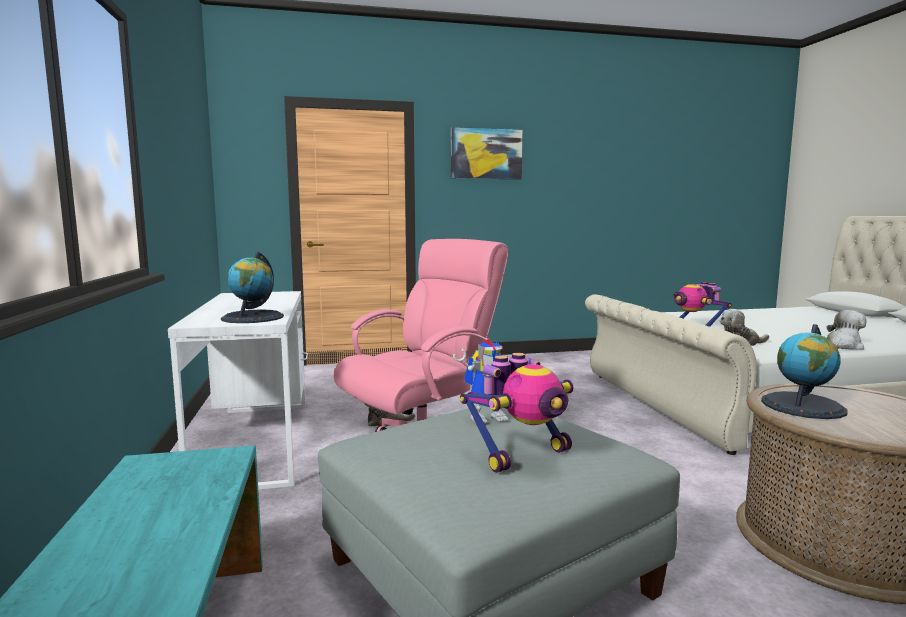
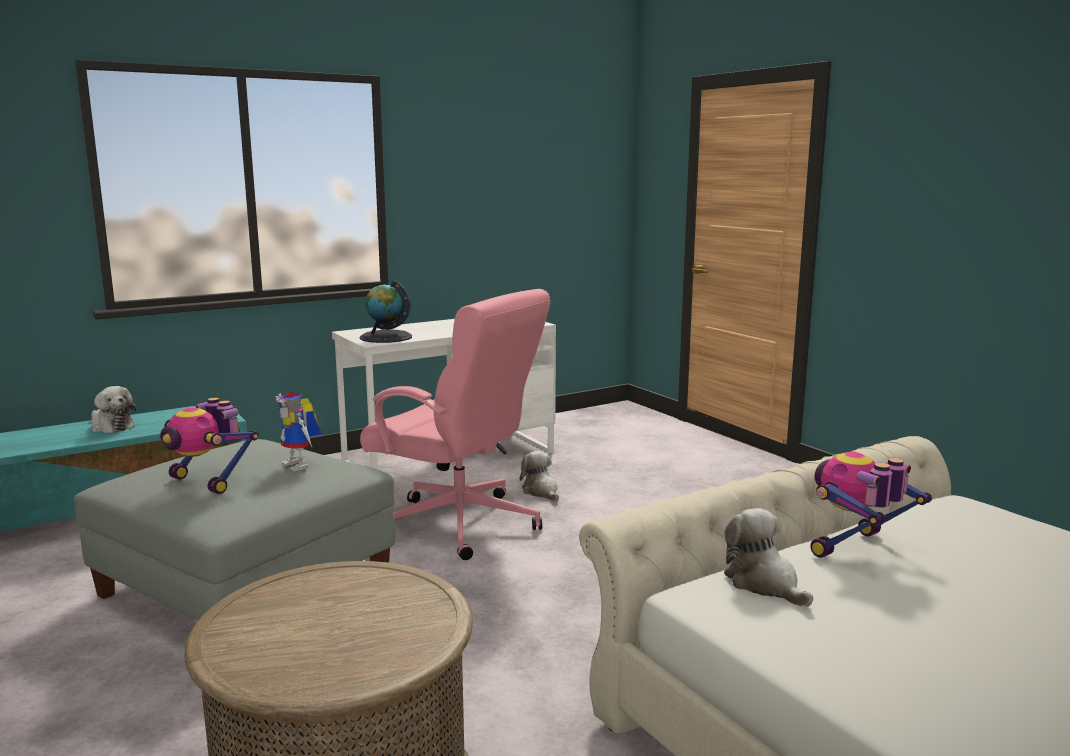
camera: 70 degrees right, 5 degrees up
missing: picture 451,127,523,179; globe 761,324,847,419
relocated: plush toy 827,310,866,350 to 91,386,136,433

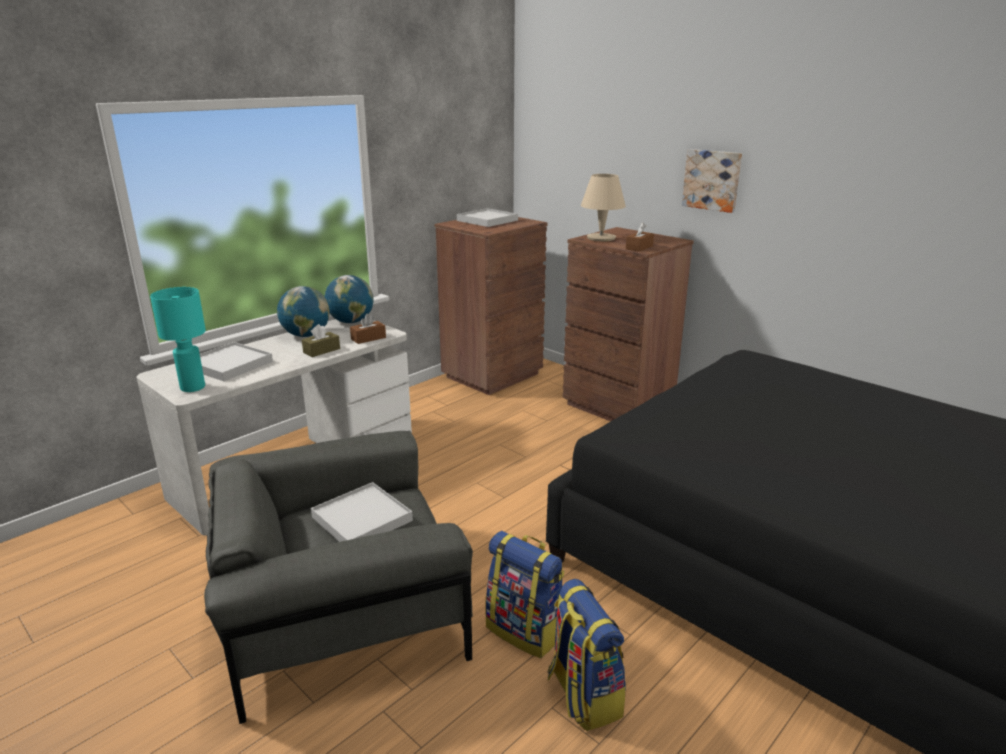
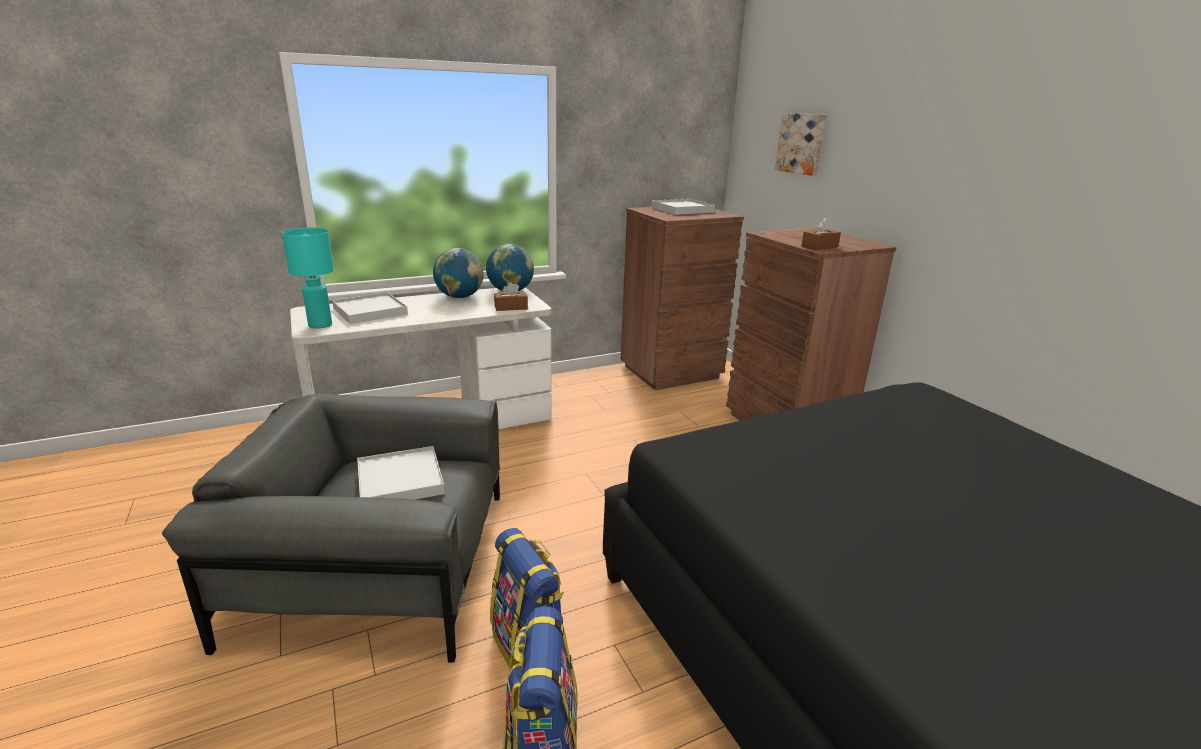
camera: 20 degrees right, 0 degrees up
missing: table lamp (beige) 581,174,626,241; tissue box (brown) 302,324,340,357
relocated: picture 682,149,742,213 to 775,113,826,176

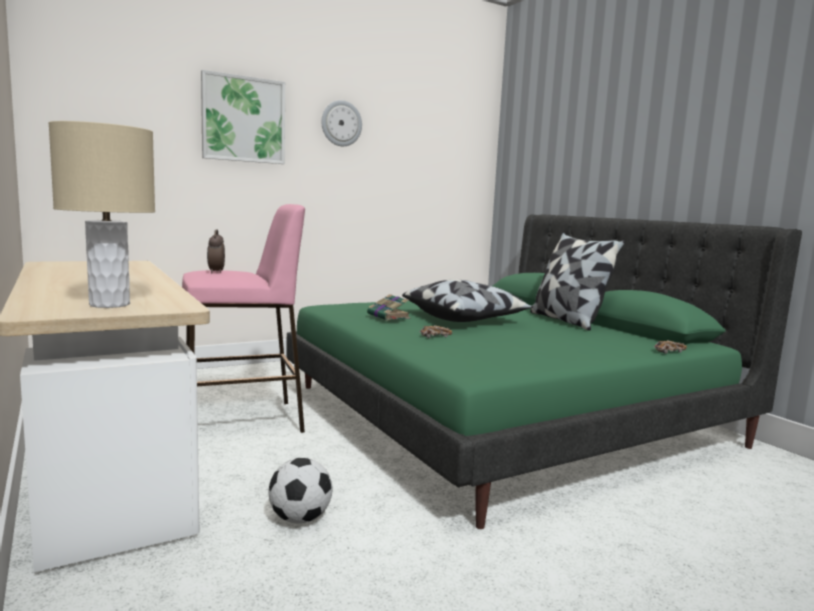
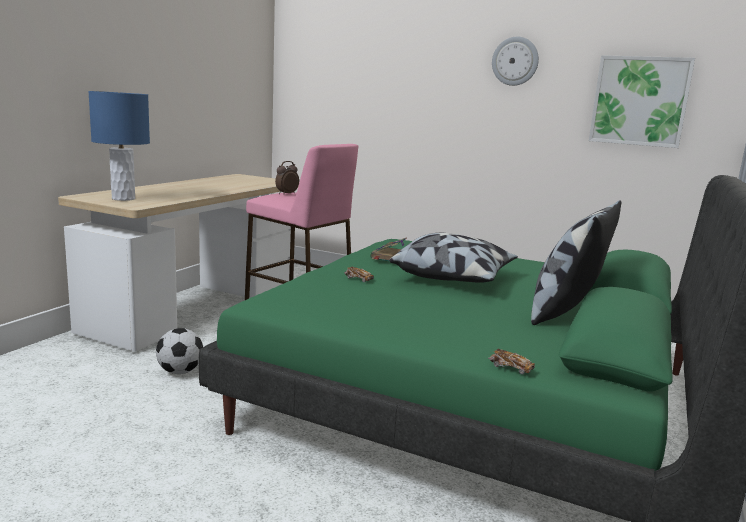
camera: 55 degrees right, 5 degrees up
relocated: picture 201,70,285,164 to 589,55,695,148
colour: table lamp (beige) 48,121,155,308 to table lamp (blue) 88,91,150,201

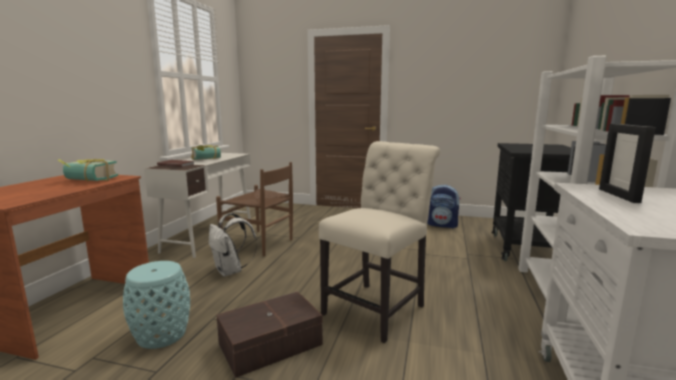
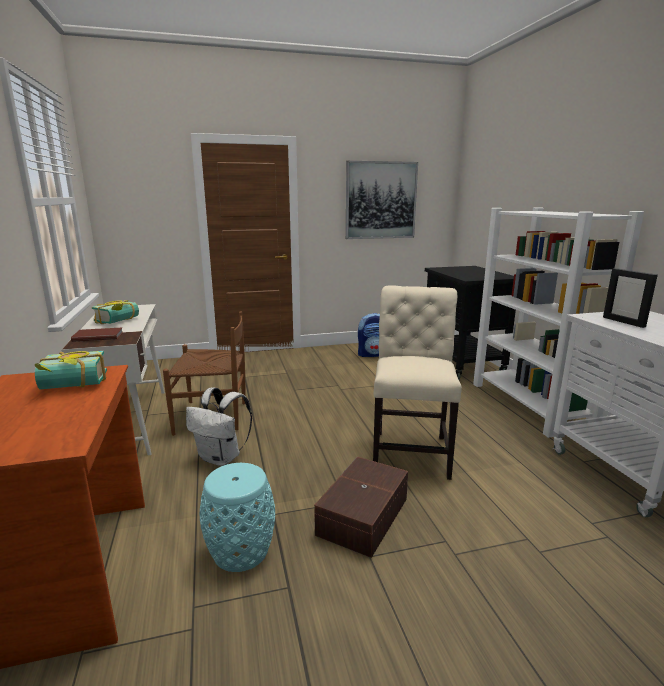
camera: 30 degrees left, 5 degrees up
appeared: picture 346,161,418,239

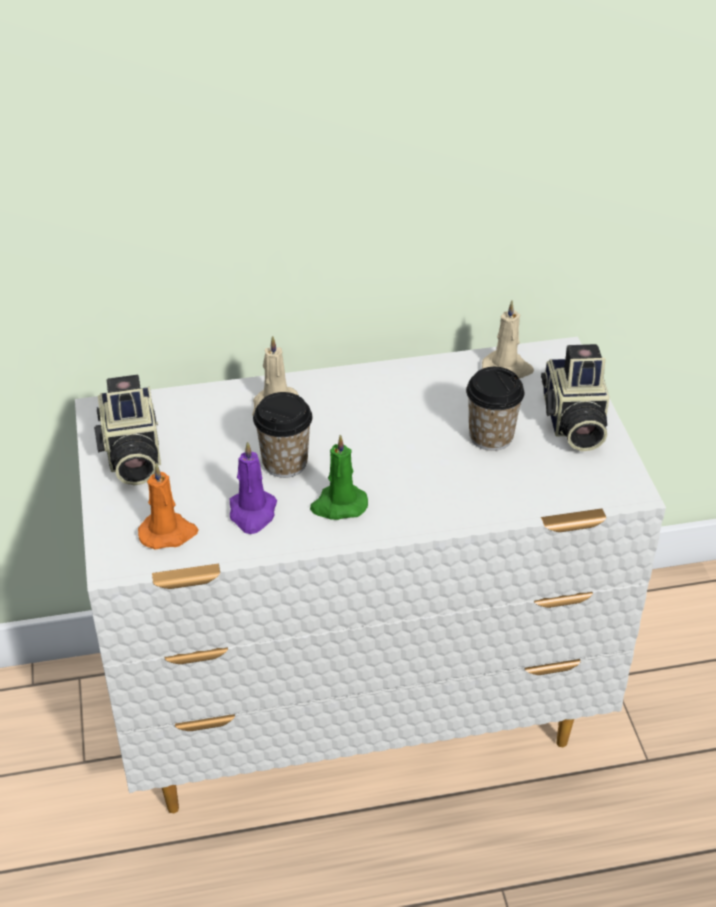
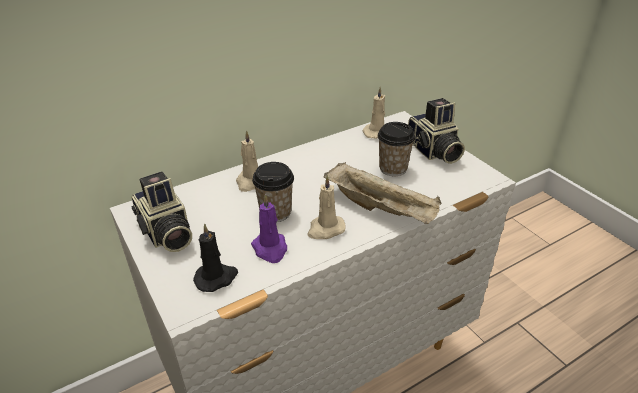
camera: 20 degrees left, 5 degrees down
appeared: tray (beige) 324,162,441,224
colour: candle (green) 310,435,368,520 to candle (beige) 307,176,346,239; candle (orange) 138,463,199,550 to candle (black) 193,224,238,292

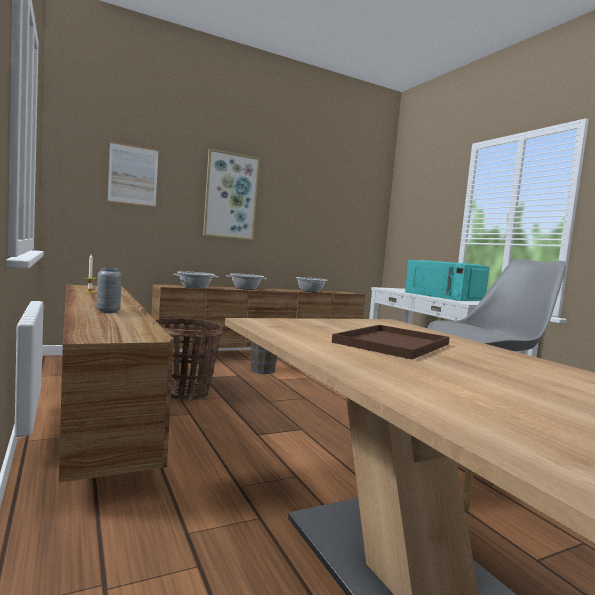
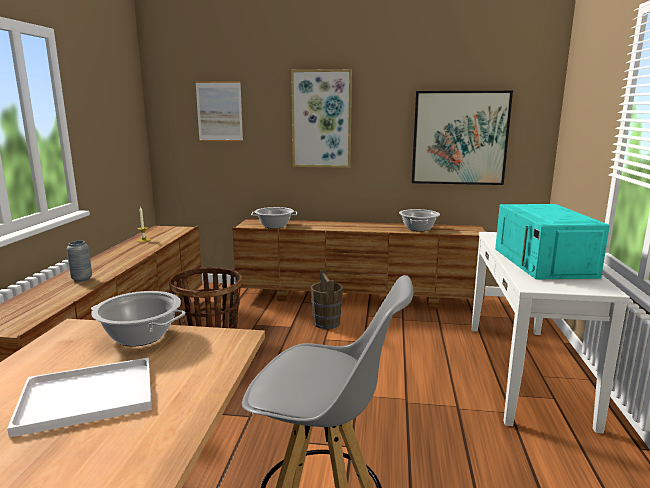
camera: 35 degrees right, 10 degrees up
appeared: picture 412,91,513,185
relocated: cooking pot 226,273,267,290 to 91,291,186,347
colour: tray (brown) 332,325,449,359 to tray (white) 7,357,152,438

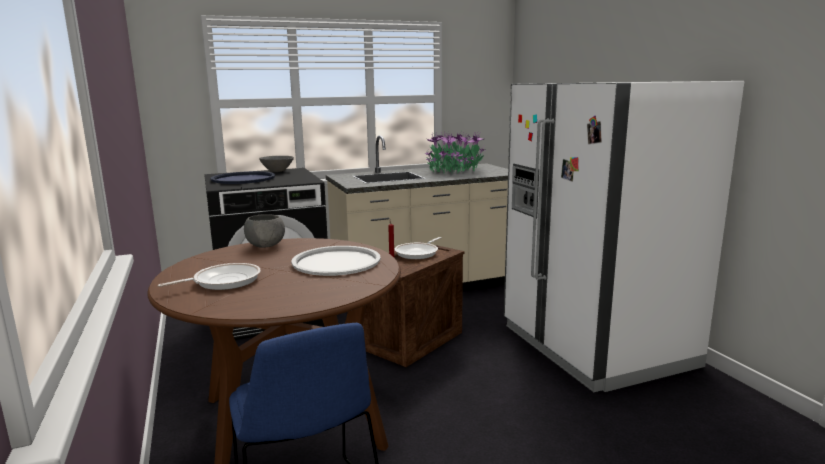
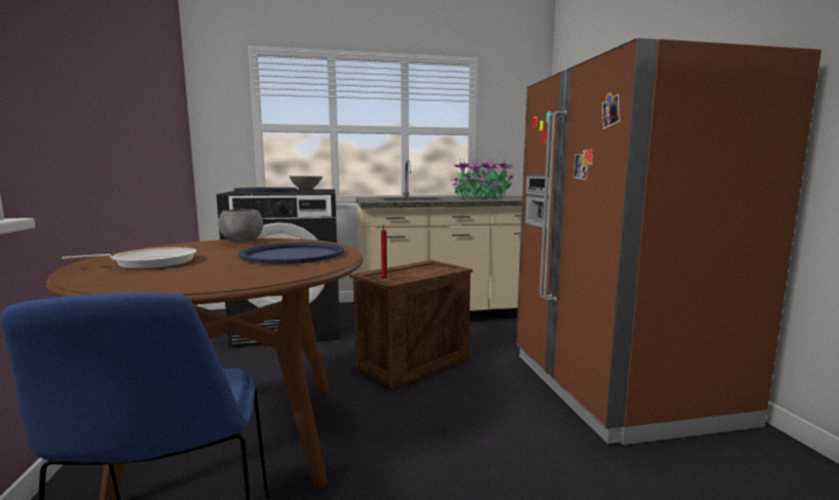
camera: 10 degrees right, 5 degrees down
missing: frying pan 395,237,442,259
colour: fridge (white) 504,81,744,392 to fridge (brown) 516,38,822,445; tray (white) 291,246,381,276 to tray (blue) 239,242,344,264

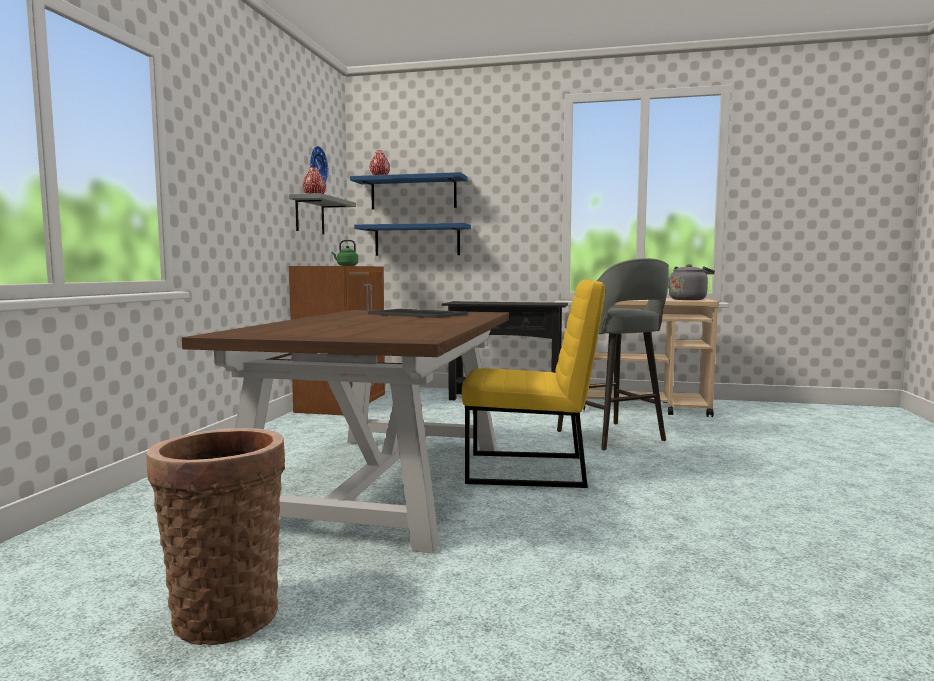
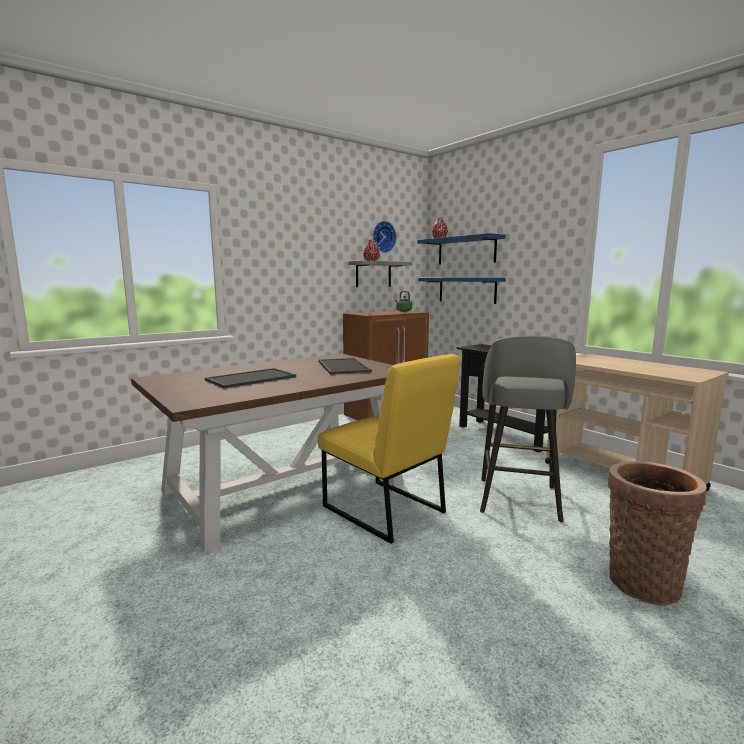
camera: 40 degrees right, 5 degrees up
missing: kettle (grey) 668,264,715,300
appeared: tray 205,368,296,388
relocated: basket 146,428,285,645 to 608,461,707,606

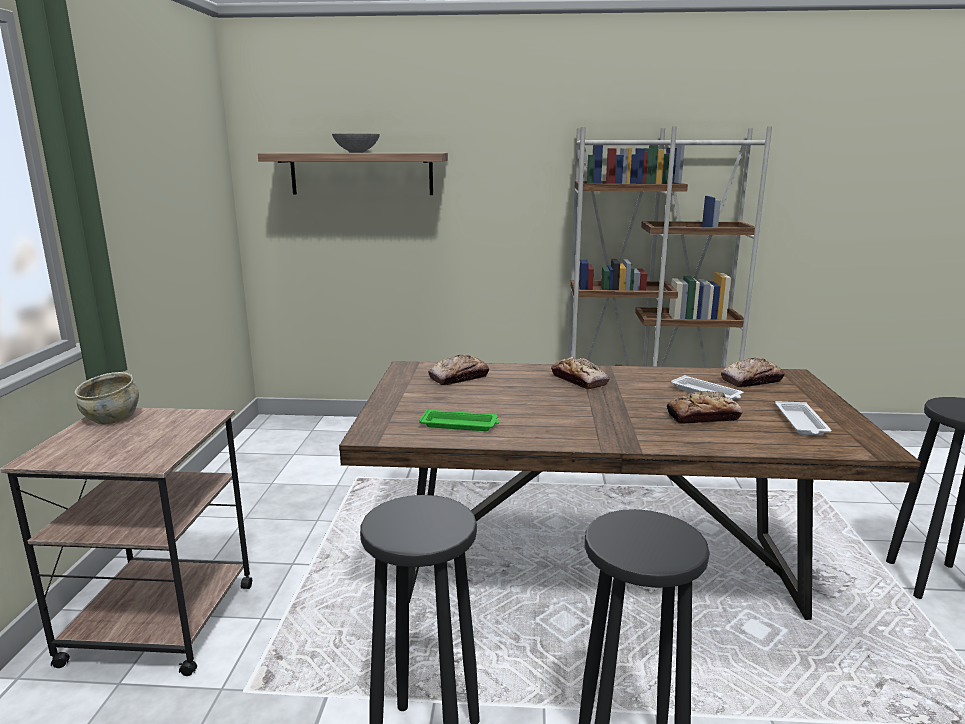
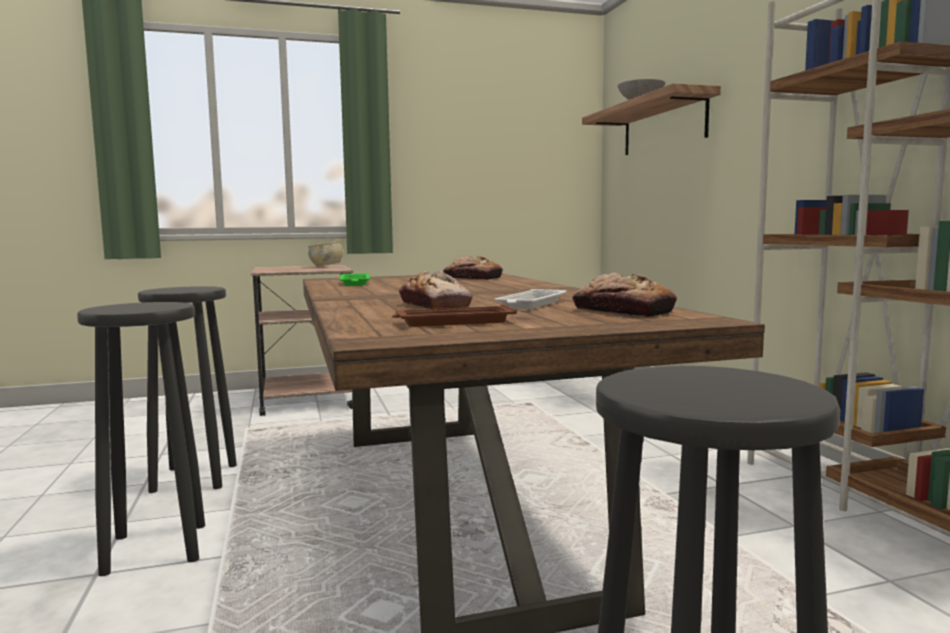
camera: 70 degrees right, 10 degrees down
missing: bread 551,357,609,390
colour: tray (white) 775,401,832,436 to tray (brown) 392,304,517,327

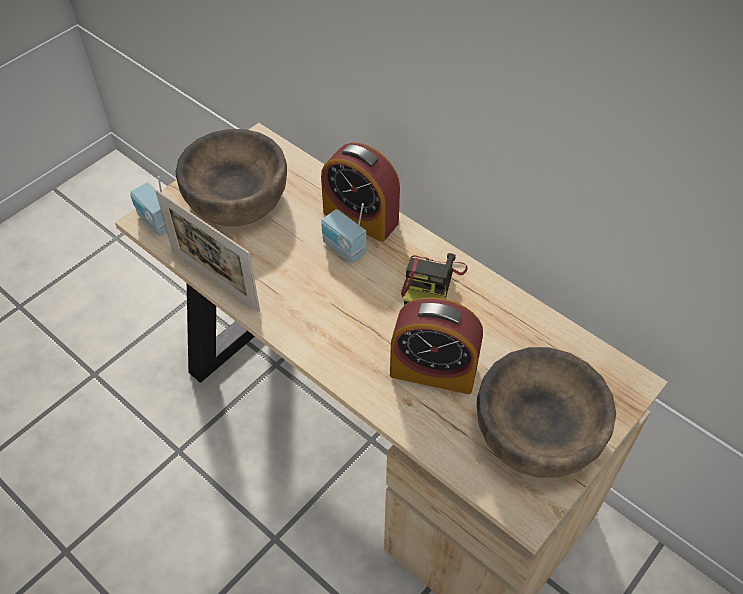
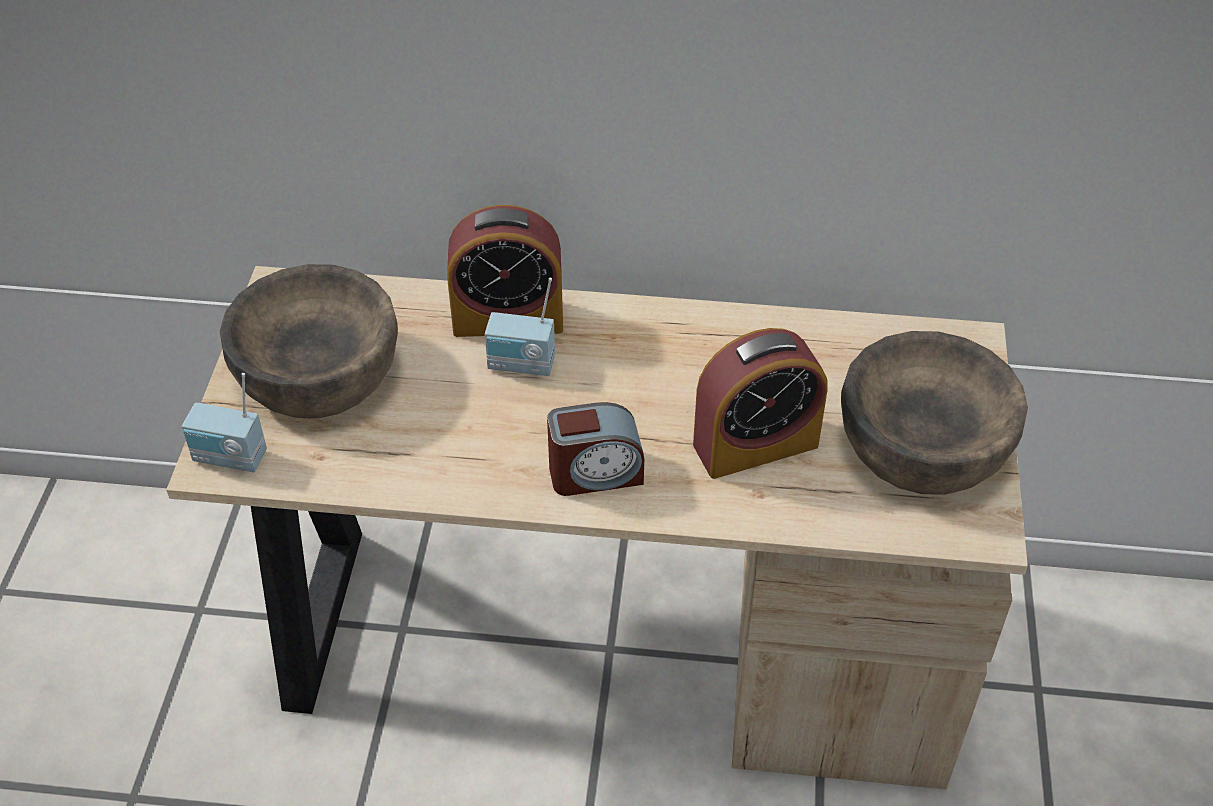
camera: 35 degrees left, 5 degrees down
missing: picture frame 155,190,260,312; photo camera 401,253,468,305
appeared: alarm clock 547,402,644,496

